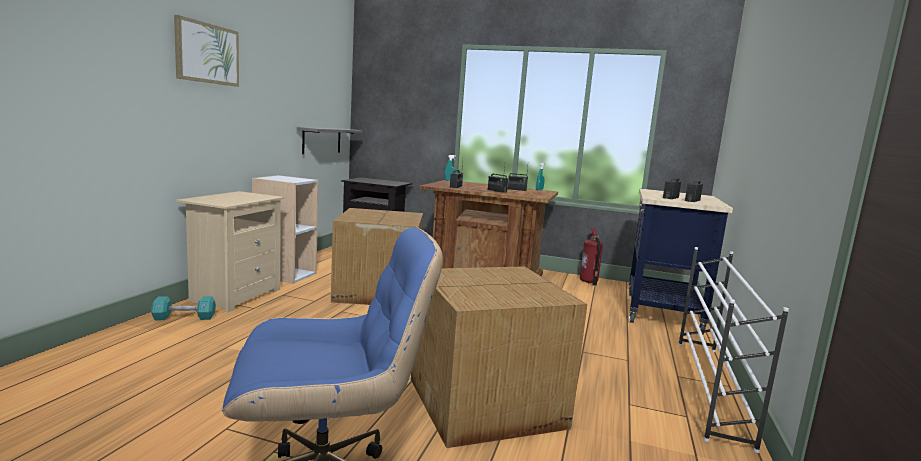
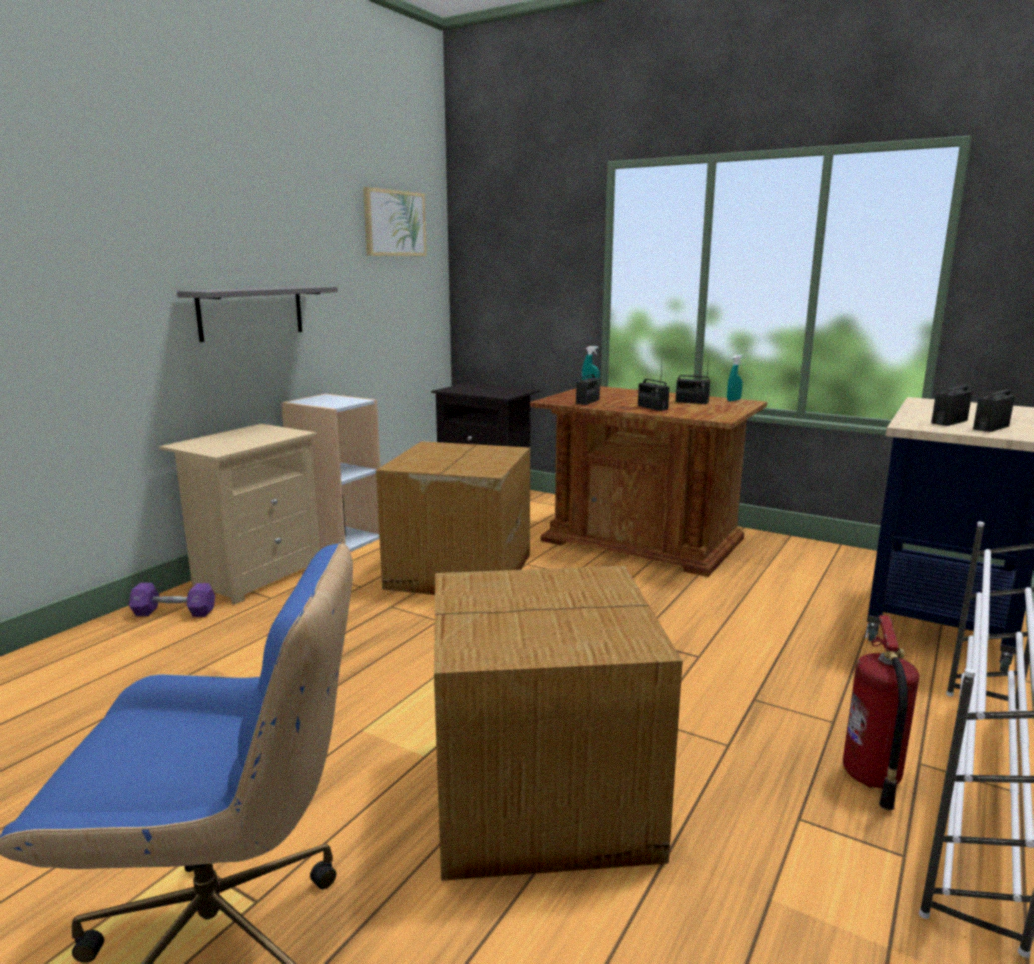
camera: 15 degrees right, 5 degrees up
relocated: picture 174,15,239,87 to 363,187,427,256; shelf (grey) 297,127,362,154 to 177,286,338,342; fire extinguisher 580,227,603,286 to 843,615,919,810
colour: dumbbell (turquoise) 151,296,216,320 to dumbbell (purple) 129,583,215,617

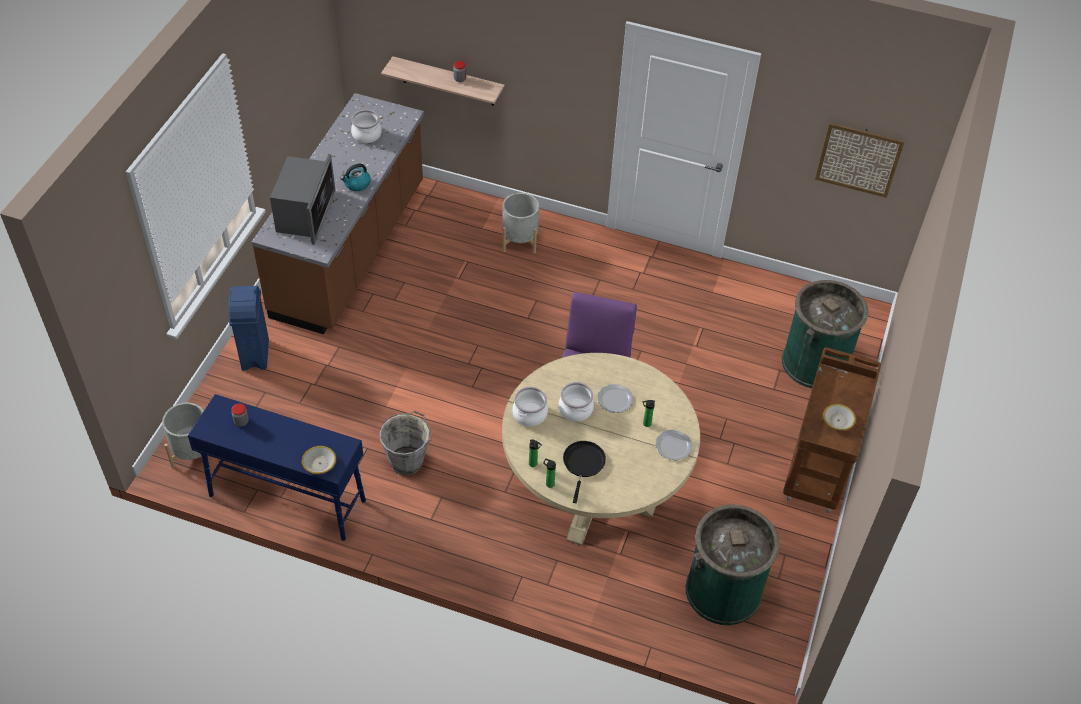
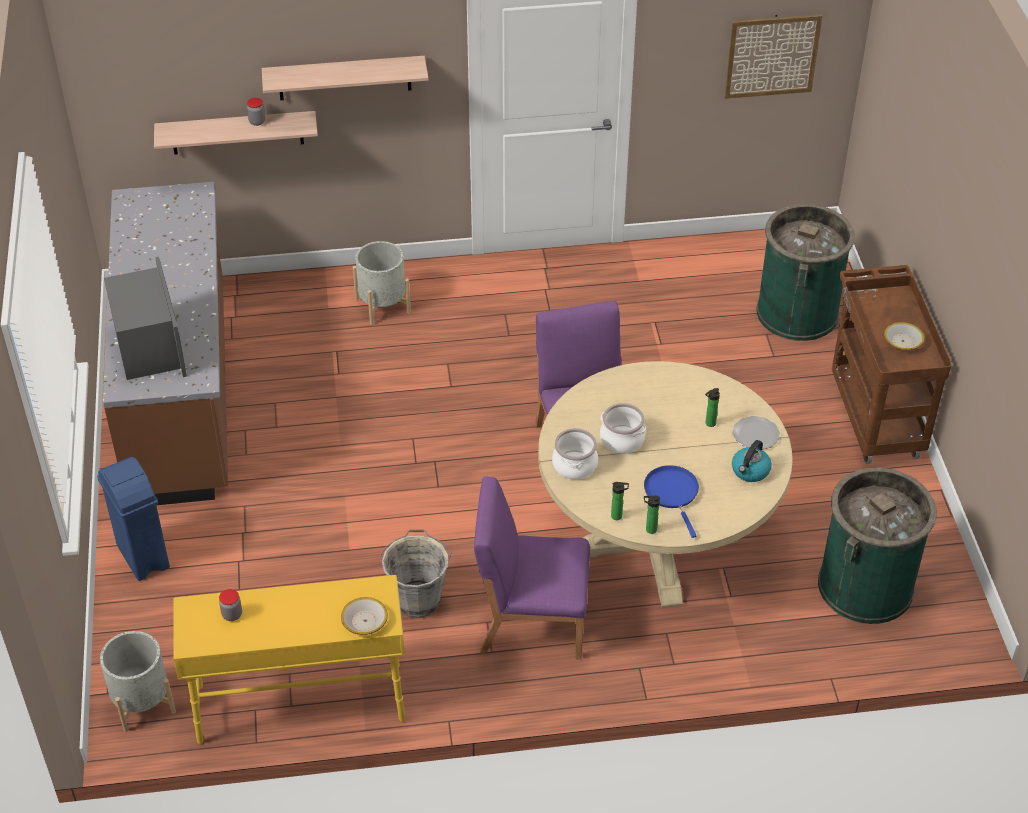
camera: 25 degrees left, 5 degrees down
missing: cooking pot 351,110,382,143; plate 597,384,633,413
appeared: shelf 262,56,428,100; chair (purple) 474,476,590,660
relocated: kettle 340,164,371,191 to 732,440,772,482
colour: console table (blue) 188,394,366,541 to console table (yellow) 173,575,405,744; frying pan (black) 563,441,606,503 to frying pan (blue) 644,465,699,538

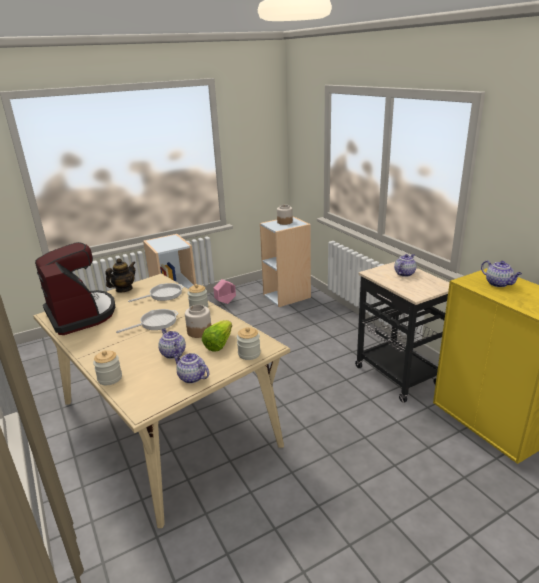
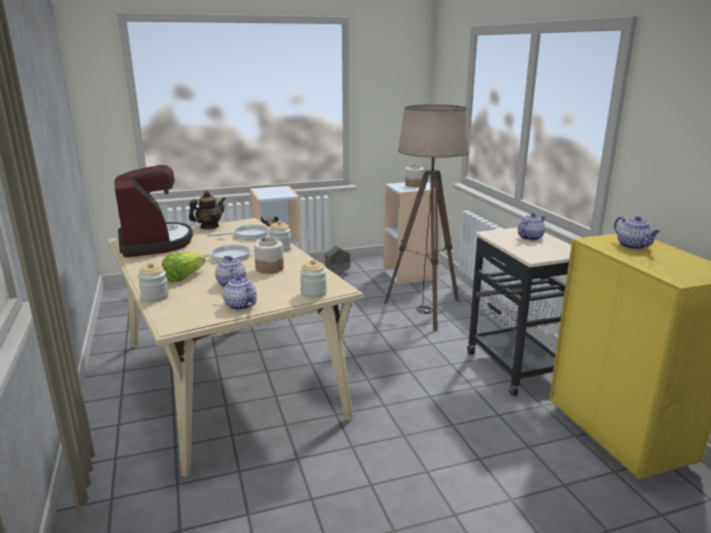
camera: 10 degrees right, 5 degrees down
appeared: floor lamp 384,104,470,331
relocated: lettuce 202,320,232,352 to 162,252,206,282
colour: planter (pink) 213,279,236,304 to planter (grey) 325,246,351,275

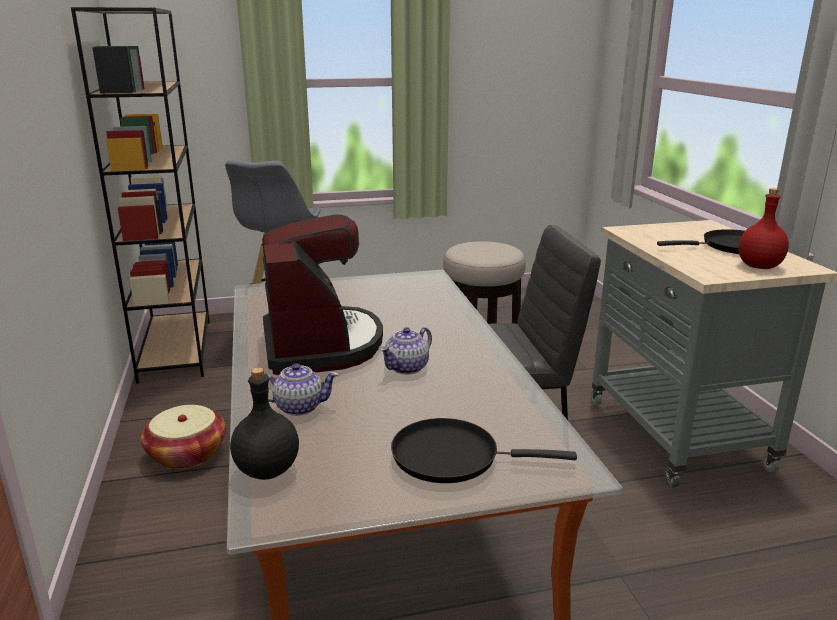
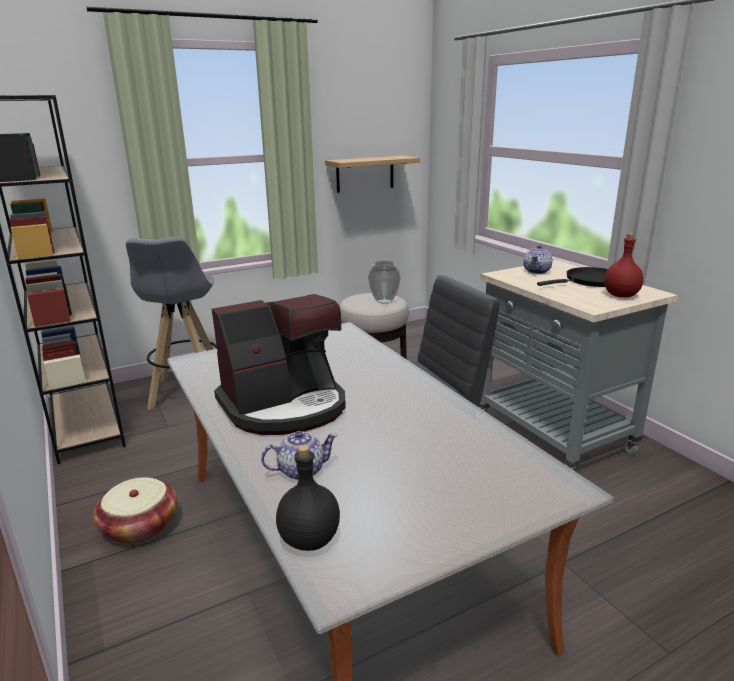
camera: 15 degrees left, 0 degrees up
missing: frying pan (black) 391,418,577,483
appeared: shelf 325,155,420,193; vase 368,261,401,304
relocated: teapot 380,327,432,375 to 523,245,553,274
spun: coffee machine 262,214,383,376 = 212,294,346,435 90 degrees clockwise

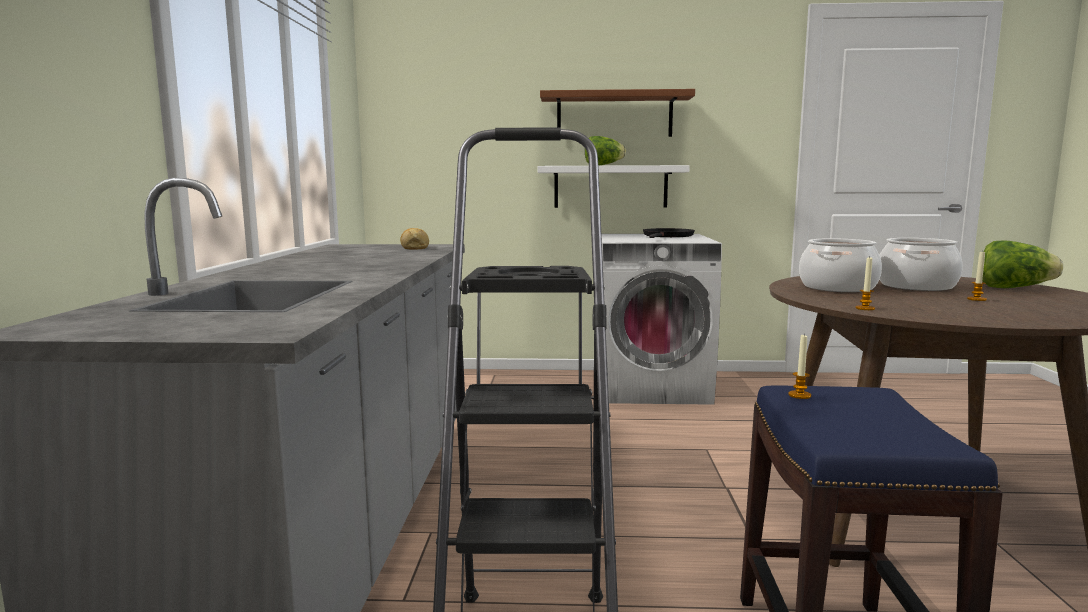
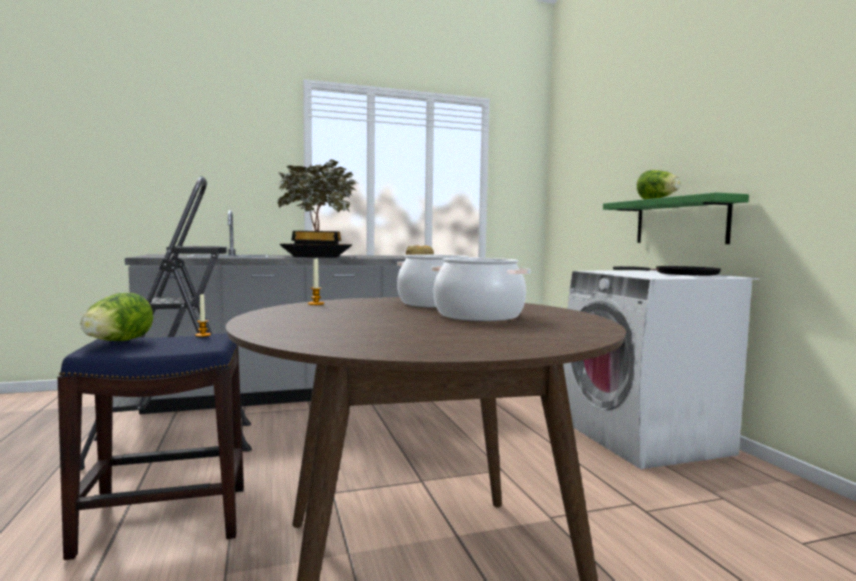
camera: 70 degrees right, 5 degrees down
missing: shelf (brown) 540,89,695,137; candle 967,250,987,301
appeared: potted plant 277,159,358,257
relocated: lettuce 982,241,1063,288 to 80,293,153,341
colour: shelf (white) 538,165,690,208 to shelf (green) 603,192,749,244

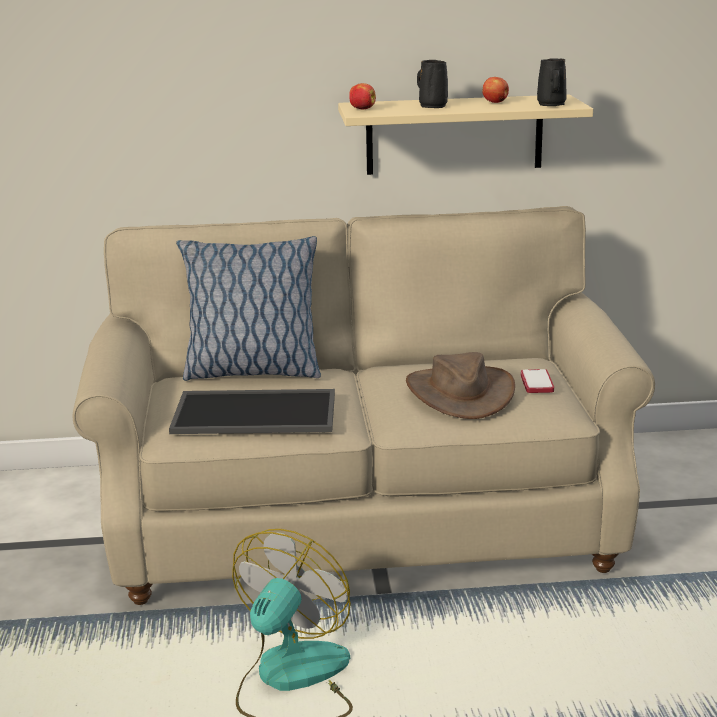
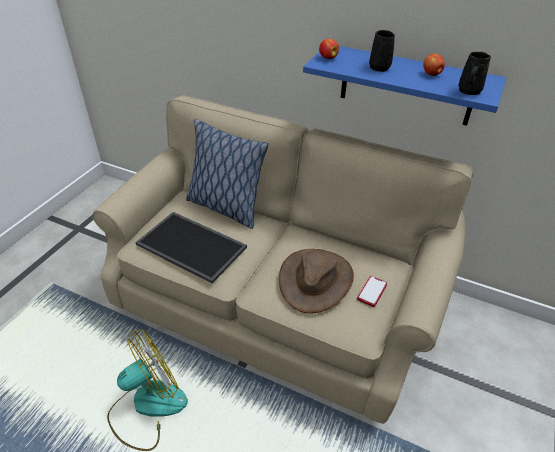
camera: 30 degrees right, 20 degrees up
colour: shelf (beige) 338,94,593,175 to shelf (blue) 303,46,506,126

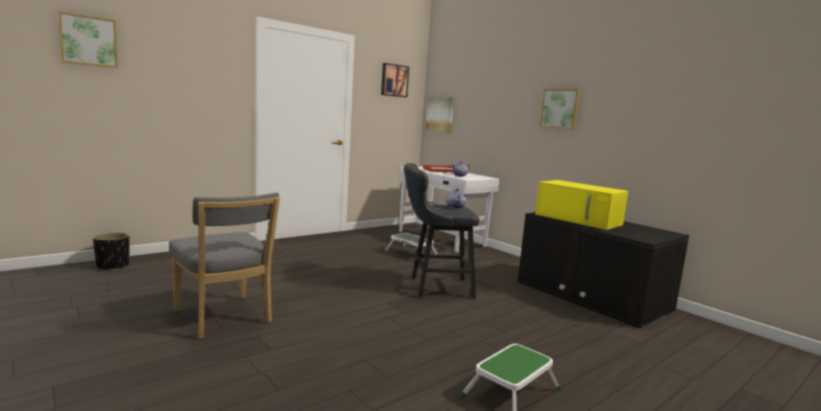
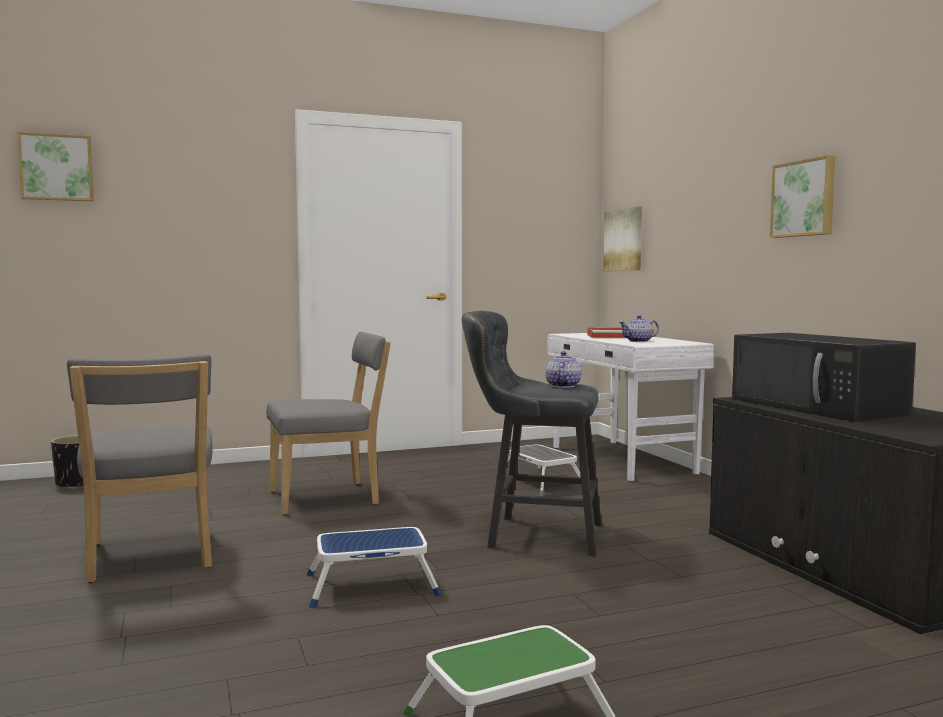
camera: 20 degrees right, 5 degrees down
missing: picture 381,63,409,97
appeared: chair (grey) 266,332,391,515; step ladder (blue) 307,527,442,608
colour: microwave (yellow) 535,180,628,230 to microwave (black) 732,333,916,422

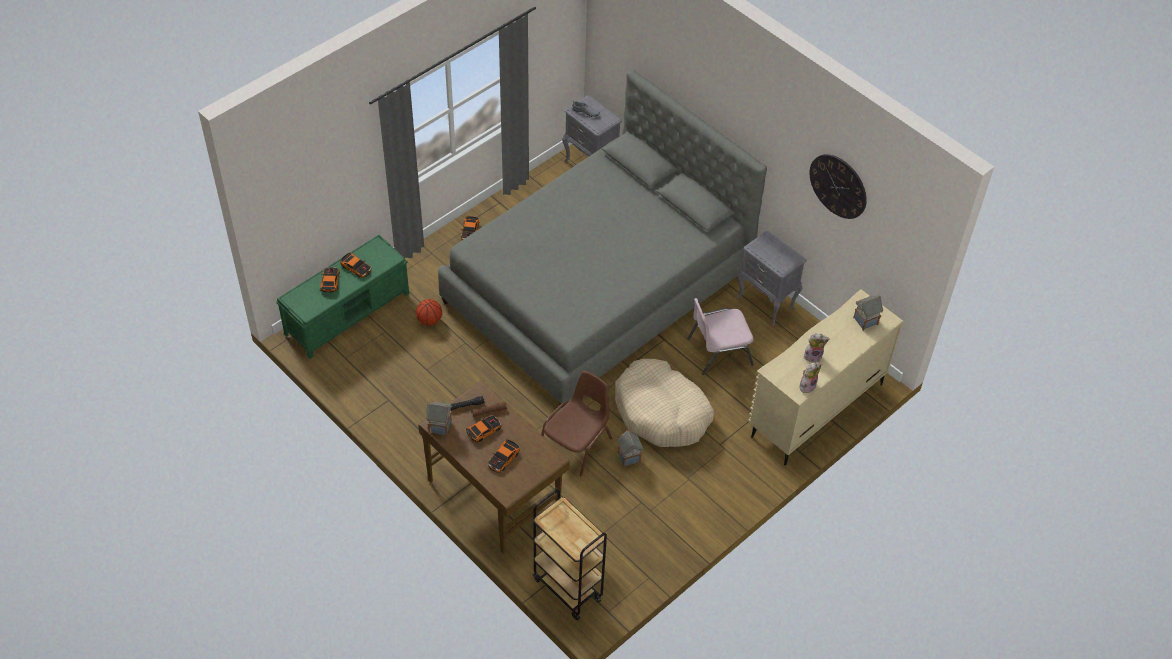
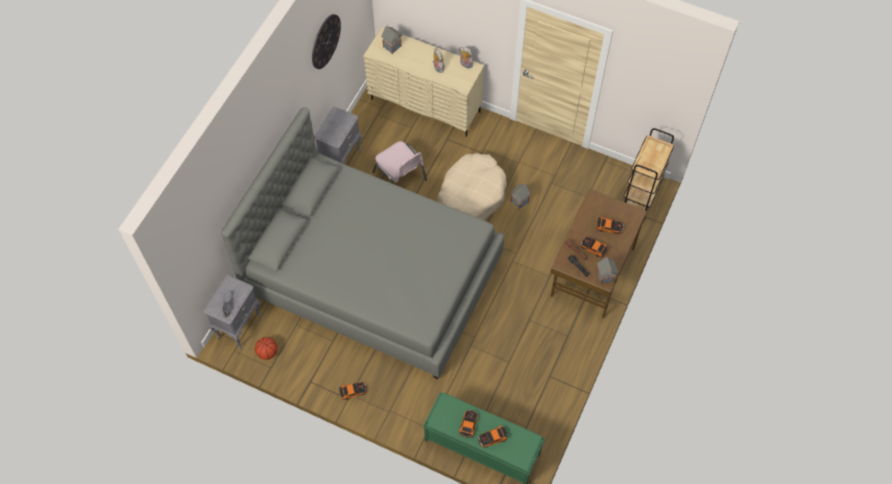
camera: 110 degrees left, 10 degrees up
missing: chair (brown) 541,371,612,476
relocated: basketball 416,299,442,326 to 255,337,278,360

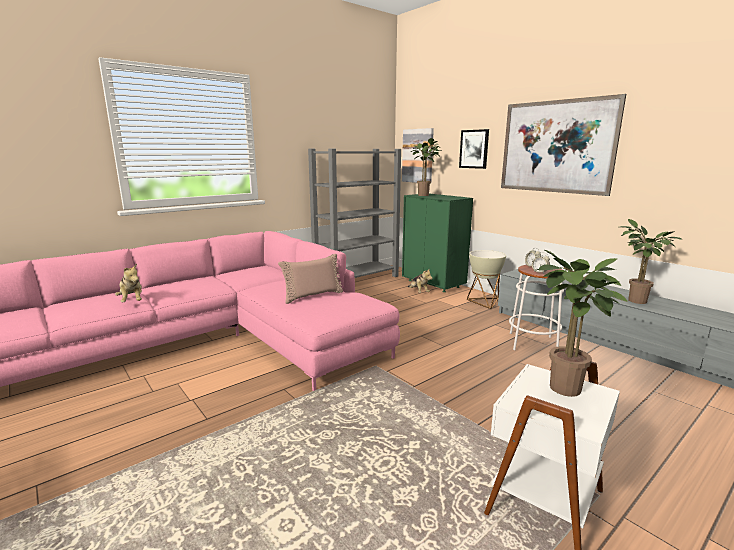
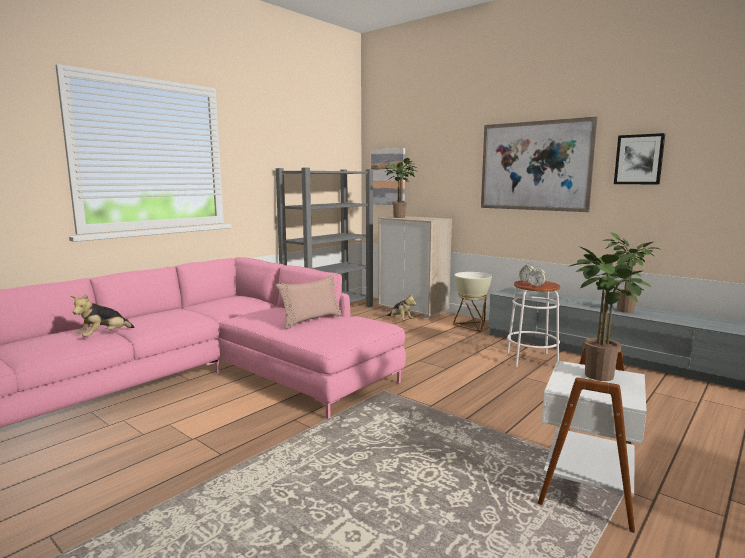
camera: 10 degrees left, 5 degrees down
relocated: picture 459,129,489,169 to 614,133,665,184
colour: cabinet (green) 402,194,473,292 to cabinet (beige) 378,216,452,319
spun: plush toy 115,263,142,302 = 71,294,134,337 75 degrees clockwise

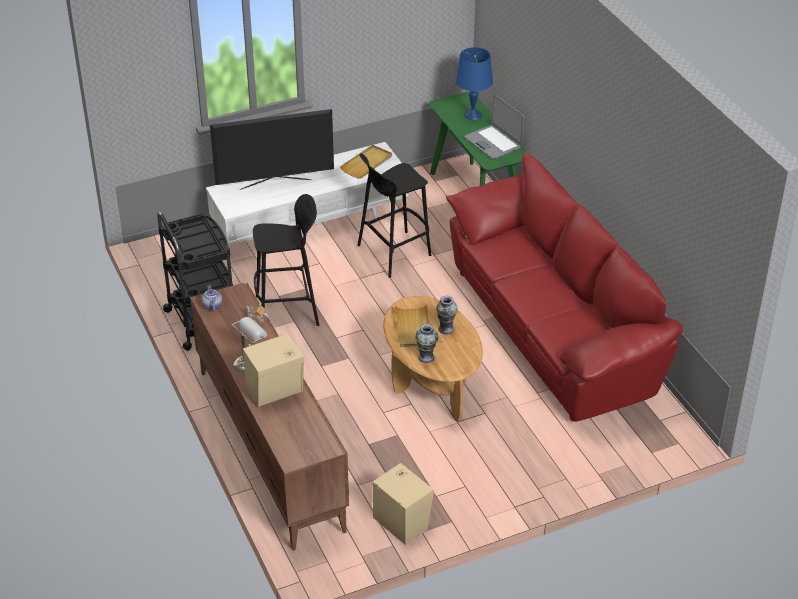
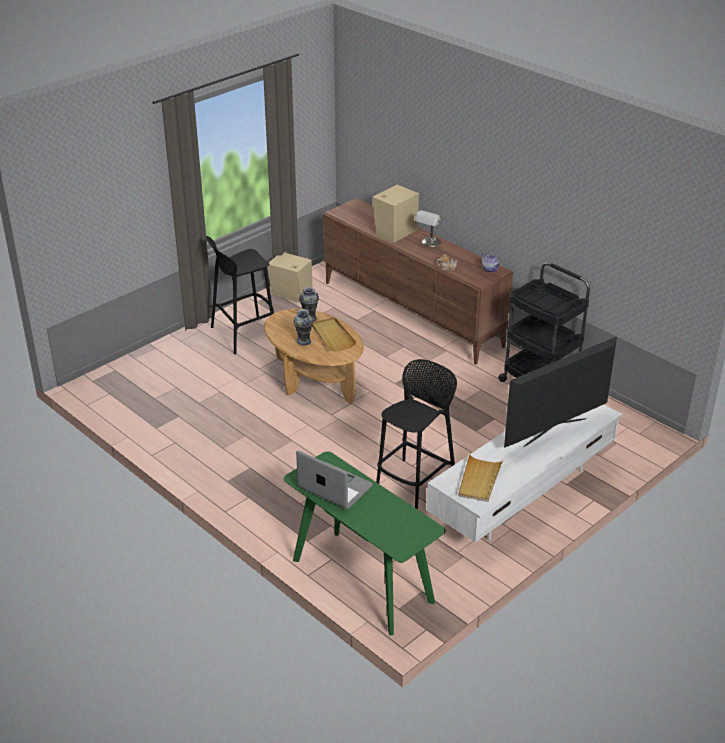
camera: 160 degrees right, 5 degrees down
missing: table lamp (blue) 456,47,493,120; sofa (red) 445,152,683,422
relocated: stool (black) 253,194,319,326 to 205,236,274,354

